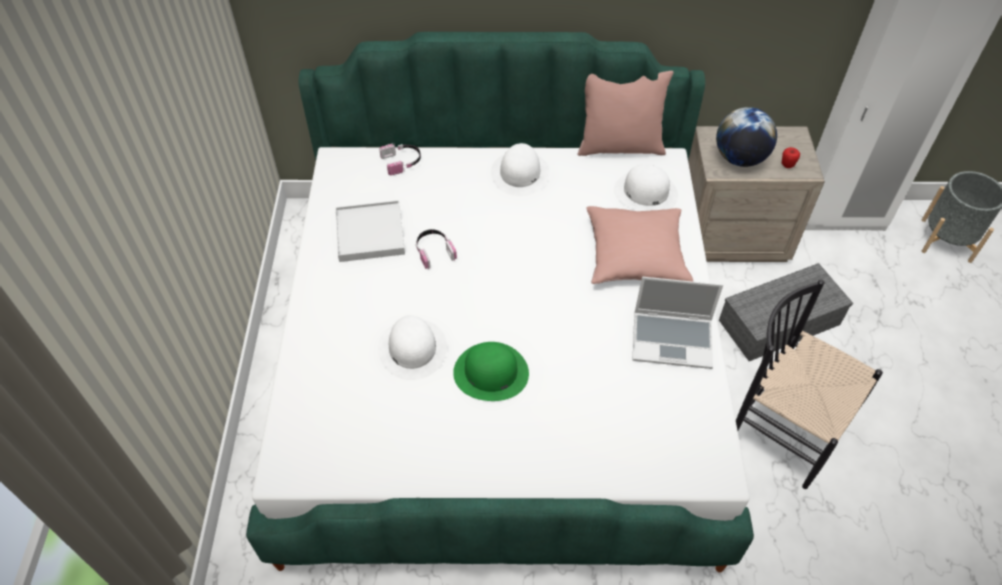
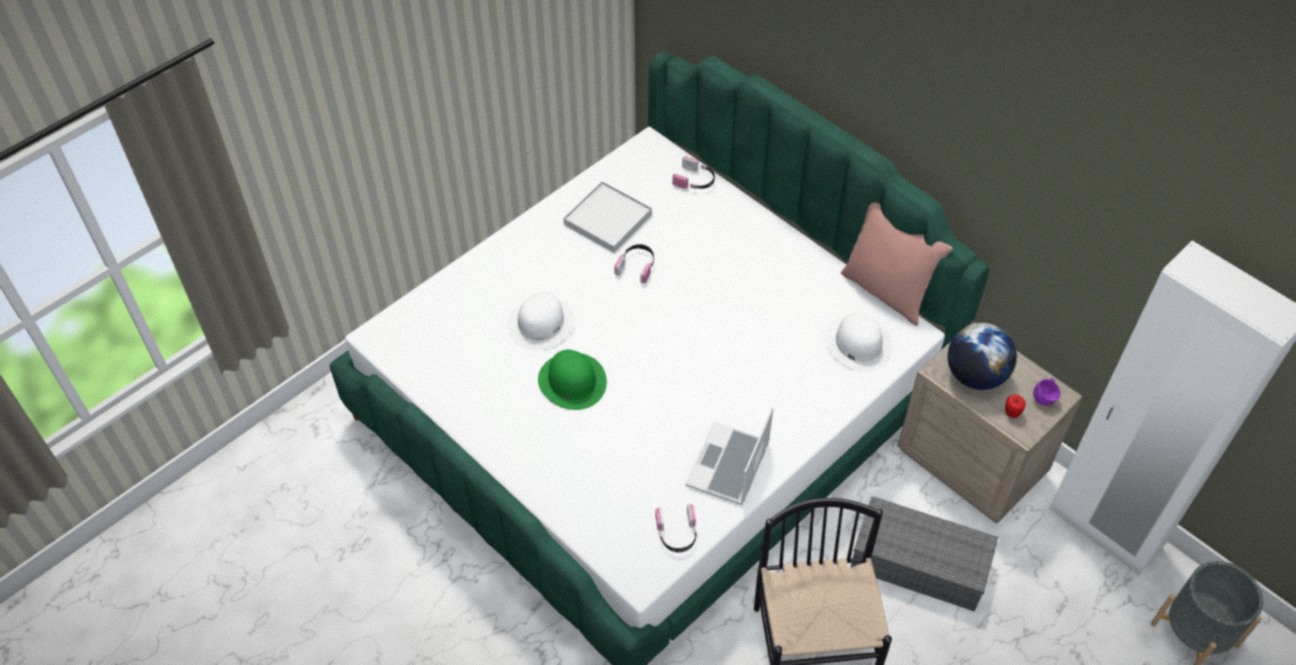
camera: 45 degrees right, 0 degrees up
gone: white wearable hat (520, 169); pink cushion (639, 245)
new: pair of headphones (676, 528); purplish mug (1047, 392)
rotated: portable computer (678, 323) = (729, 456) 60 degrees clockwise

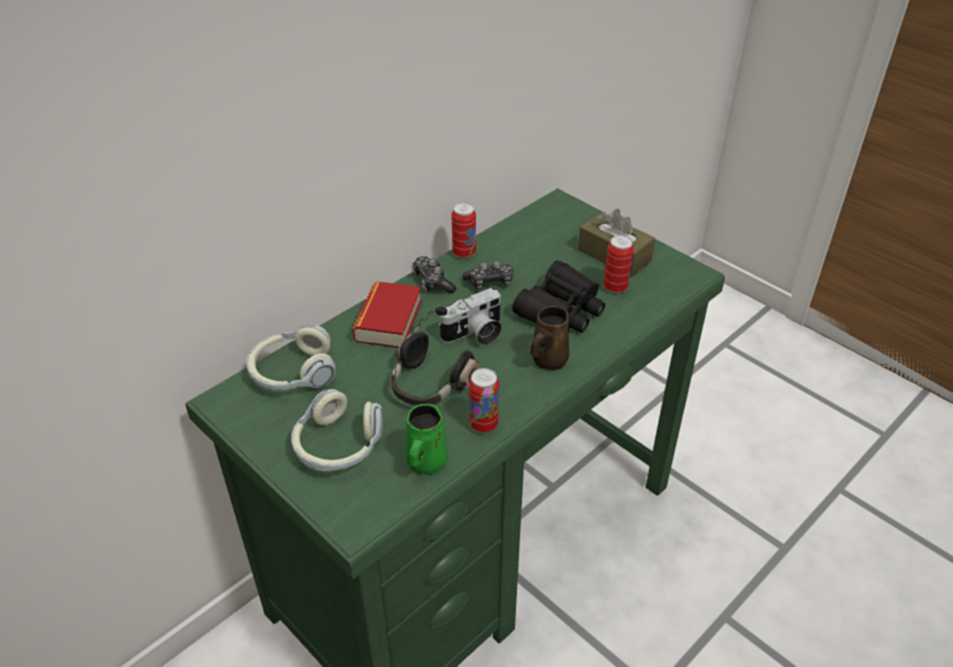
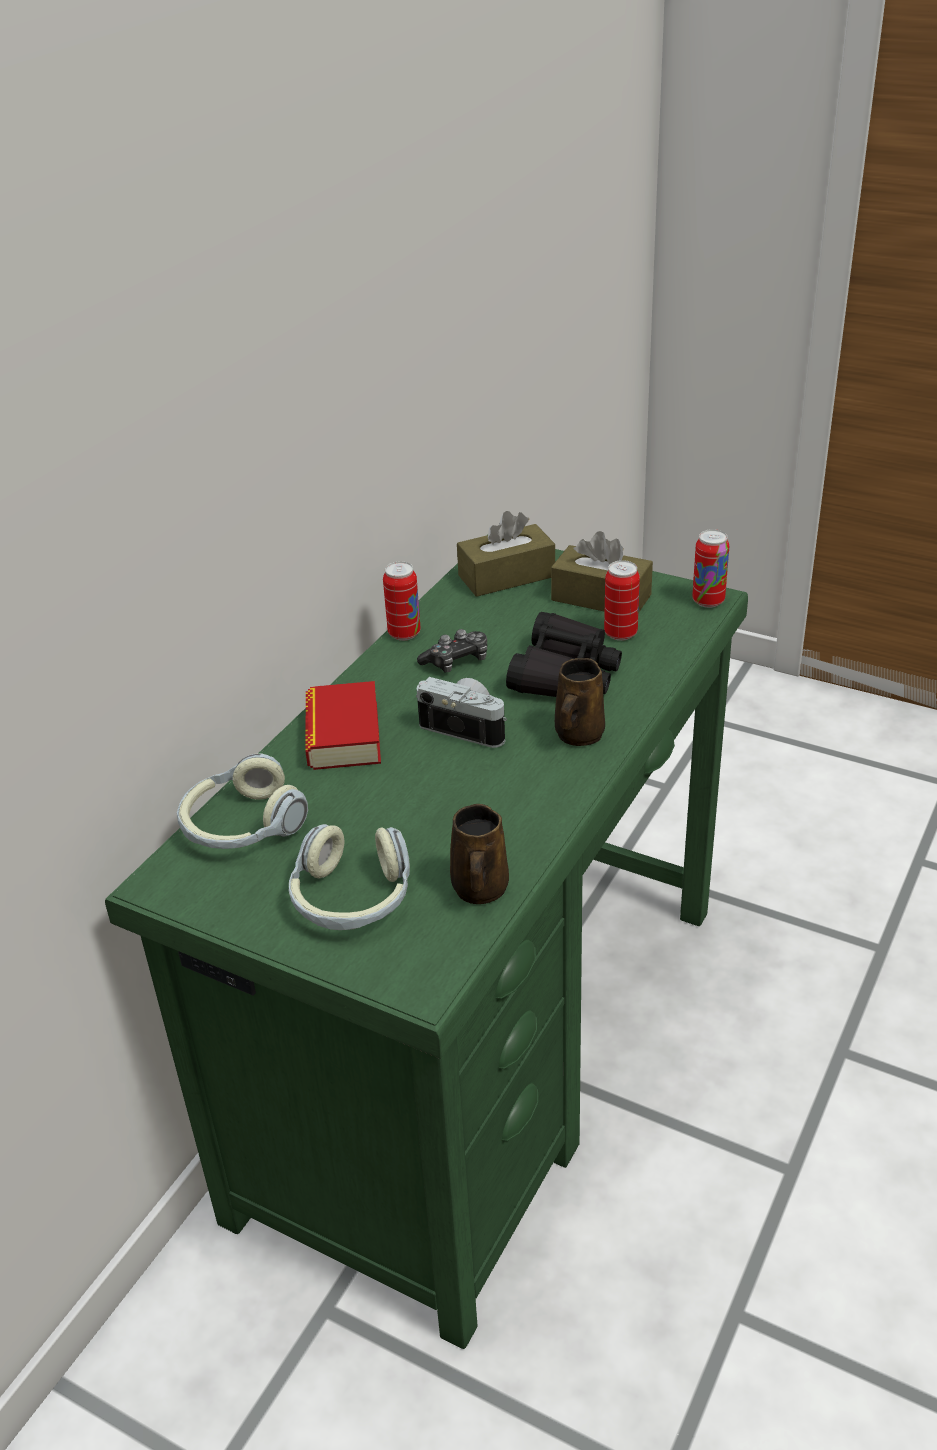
camera: 15 degrees left, 5 degrees down
gone: black pair of headphones (435, 356); game controller (433, 275)
new: brown-coloured tissue box (506, 554)
shifted: metal can (484, 400) to (710, 568)
repainted: green-coloured mug (426, 439) to brown-coloured mug (479, 854)
rotated: photo camera (470, 316) = (461, 712) 105 degrees counterclockwise

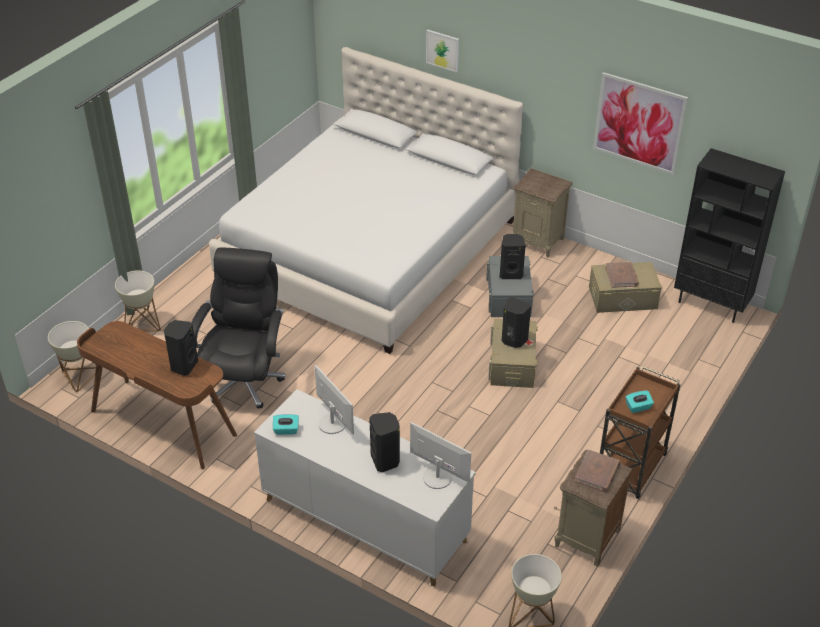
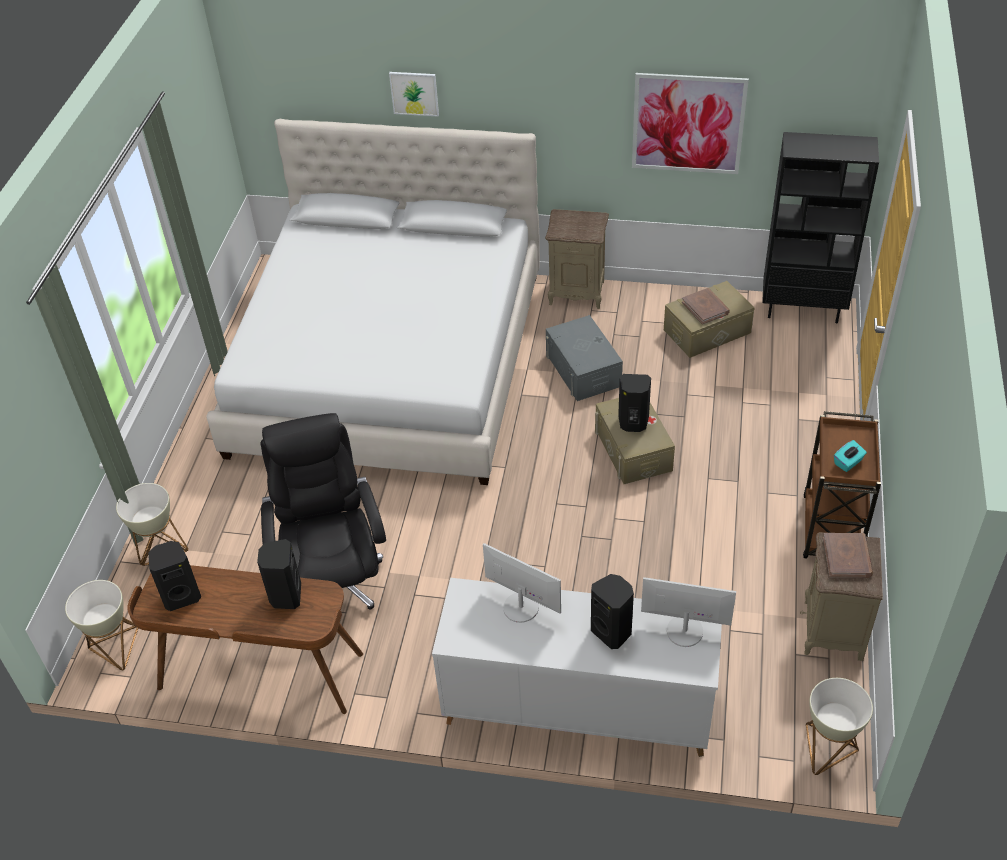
camera: 20 degrees left, 5 degrees up
gone: blue-green tissue box (286, 424)
shifted: black audio speaker (513, 256) to (174, 576)

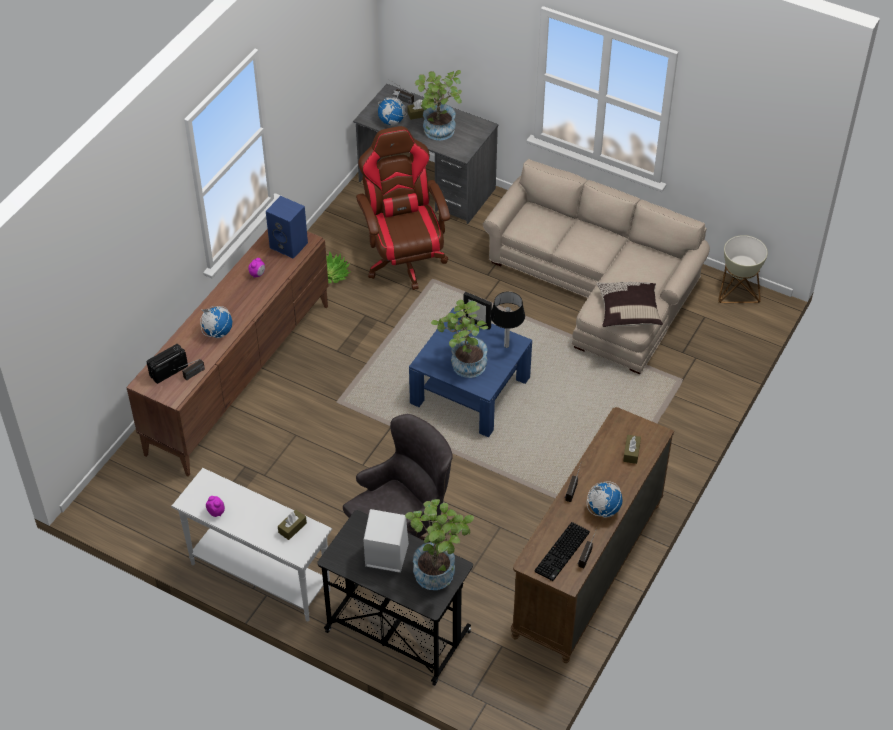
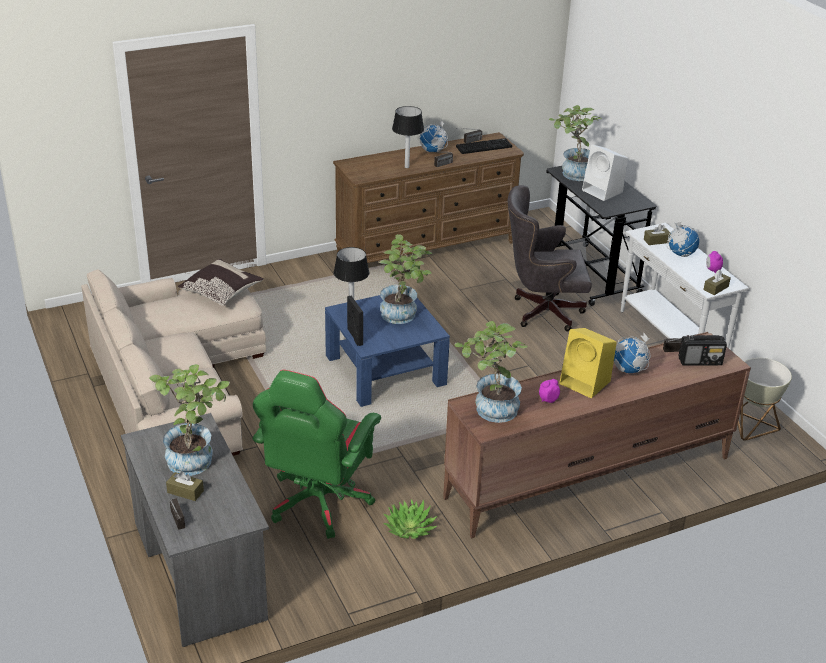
camera: 145 degrees left, 15 degrees down
new: table lamp (408, 137); yellow-coloured audio speaker (588, 363)
shifted: desk globe (392, 108) to (683, 239); brown-coloured tissue box (632, 449) to (717, 282); plant pot (743, 269) to (765, 399)
swapped: blue-coloured audio speaker (287, 227) to houseplant (491, 372)
repainted: brown-coloured computer chair (403, 208) to green-coloured computer chair (317, 454)

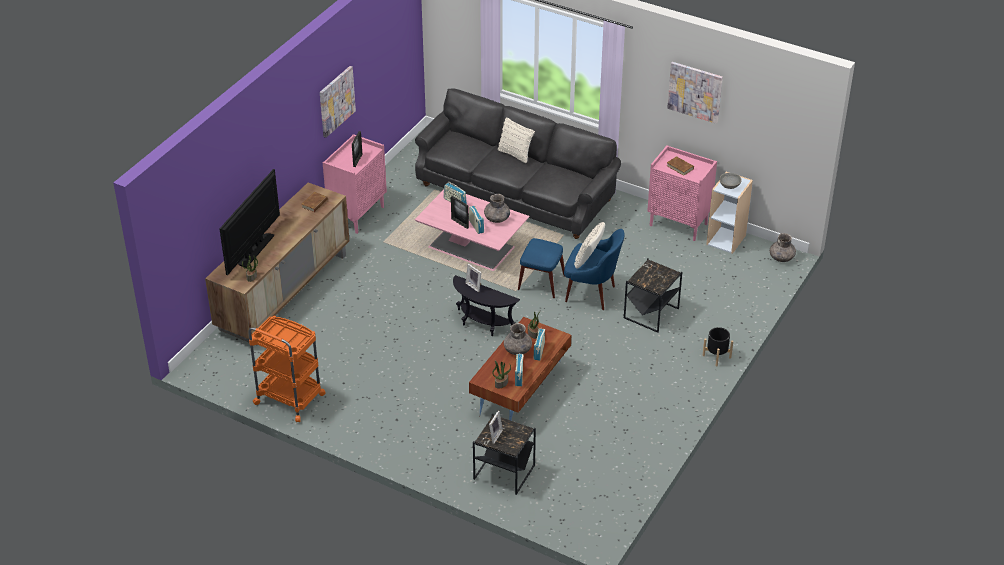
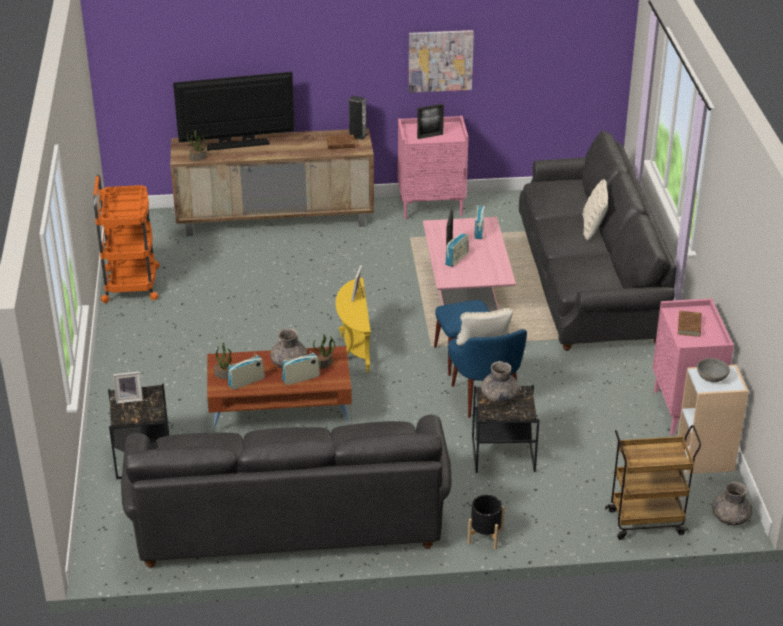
camera: 55 degrees right, 5 degrees down
gone: wall picture (695, 93)
new: black couch (286, 491); audio speaker (358, 118); brown-coloured cart (653, 482)
shifted: grey vase (497, 208) to (500, 382)
repainted: black side table (486, 305) to yellow-coloured side table (353, 325)

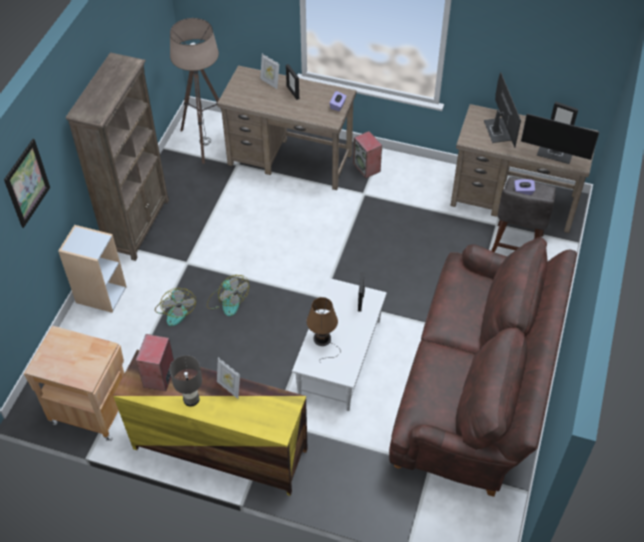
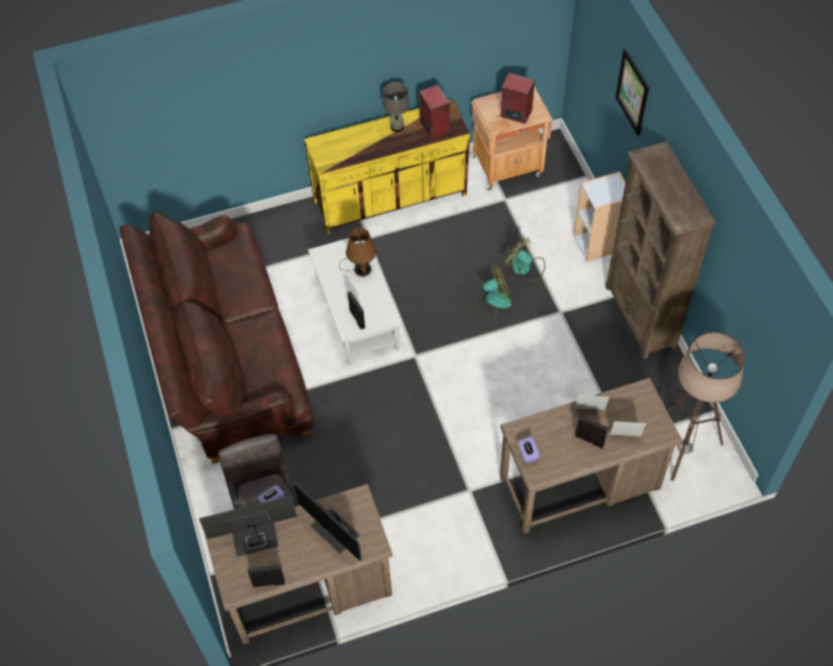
camera: 145 degrees right, 5 degrees up
shifted: audio speaker (367, 154) to (517, 98); picture frame (228, 378) to (592, 402)
rotated: fan (228, 295) = (492, 292) 150 degrees clockwise

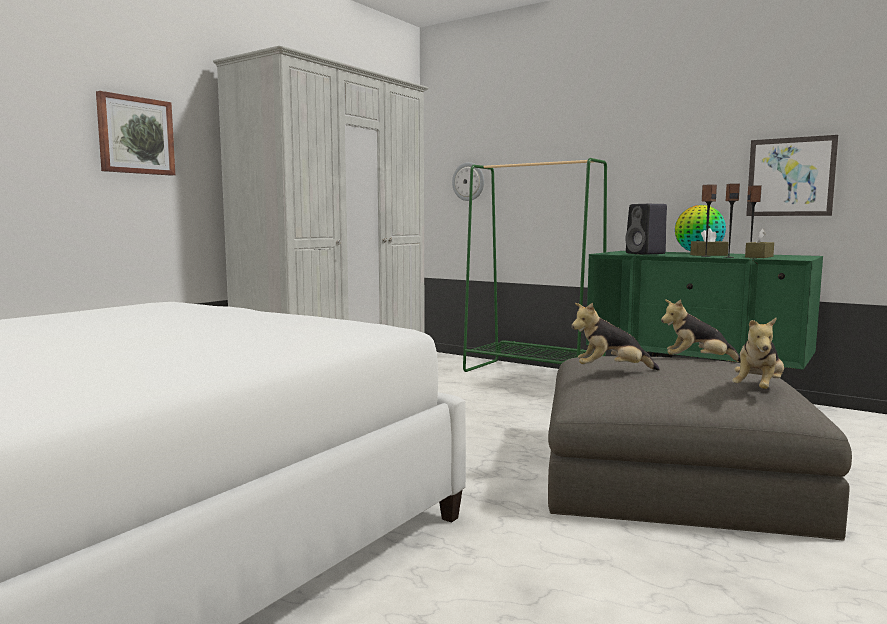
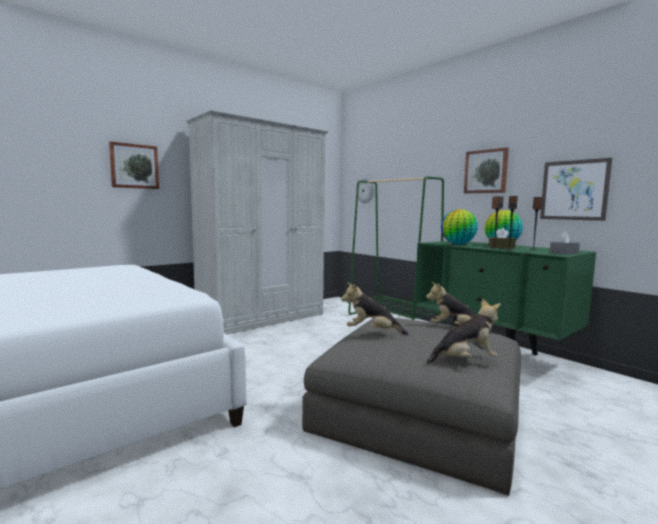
camera: 15 degrees right, 0 degrees up
gone: brown-coloured tissue box (759, 243)
new: wall picture (486, 170); grey tissue box (565, 243)
swapped: black audio speaker (646, 229) to desk globe (459, 226)
rotated: plush toy (758, 353) = (463, 331) 150 degrees counterclockwise

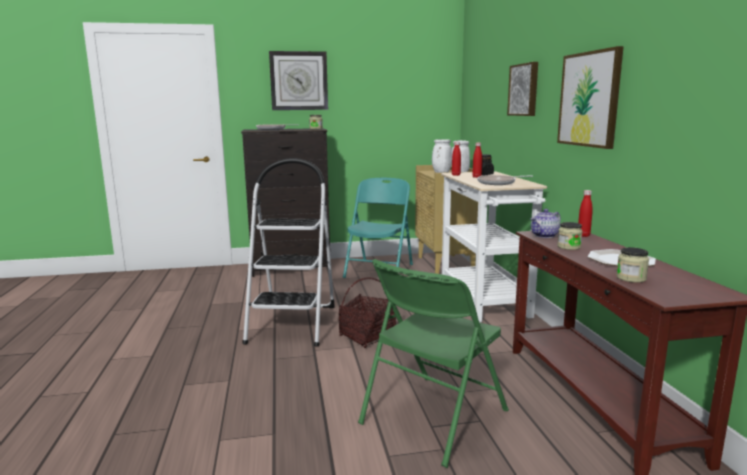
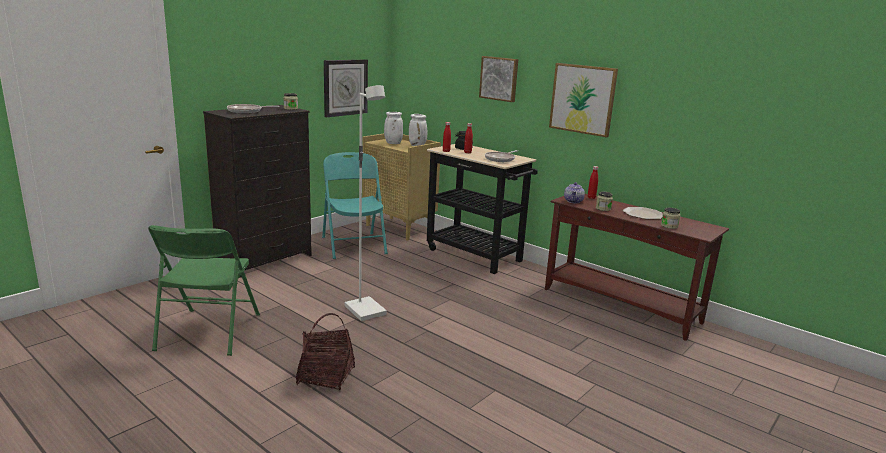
camera: 40 degrees left, 5 degrees up
shifted: green-coloured upright chair (433, 363) to (204, 290); storage basket (367, 312) to (325, 351); hanging clock (298, 80) to (346, 88)
swapped: step stool (288, 252) to white standing lamp (365, 203)
repainted: white cart (494, 246) to black cart (482, 209)

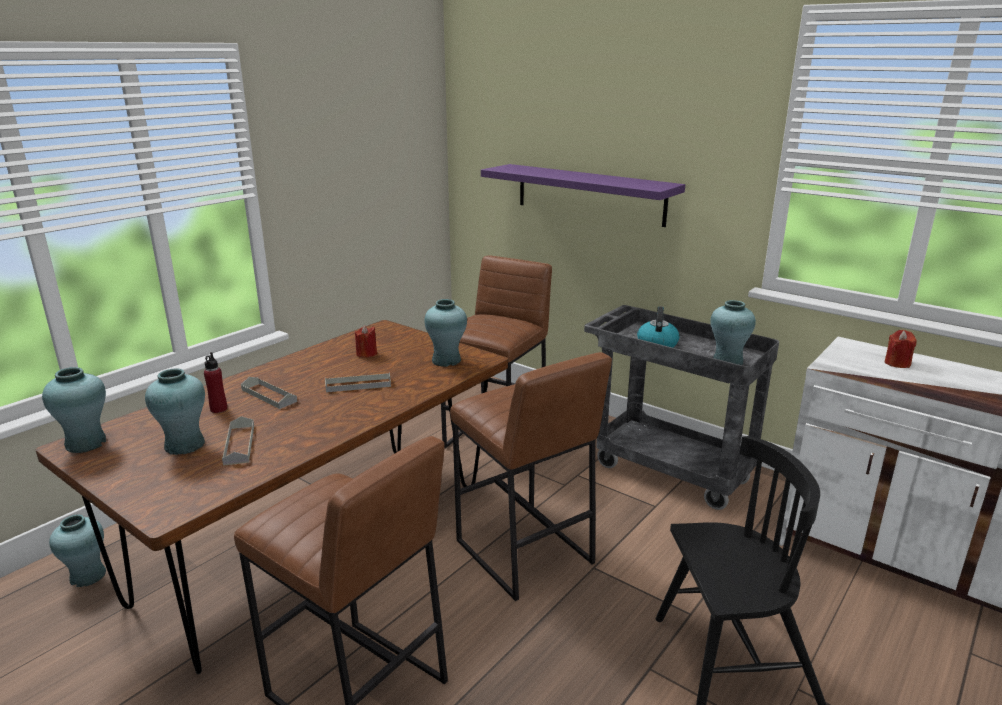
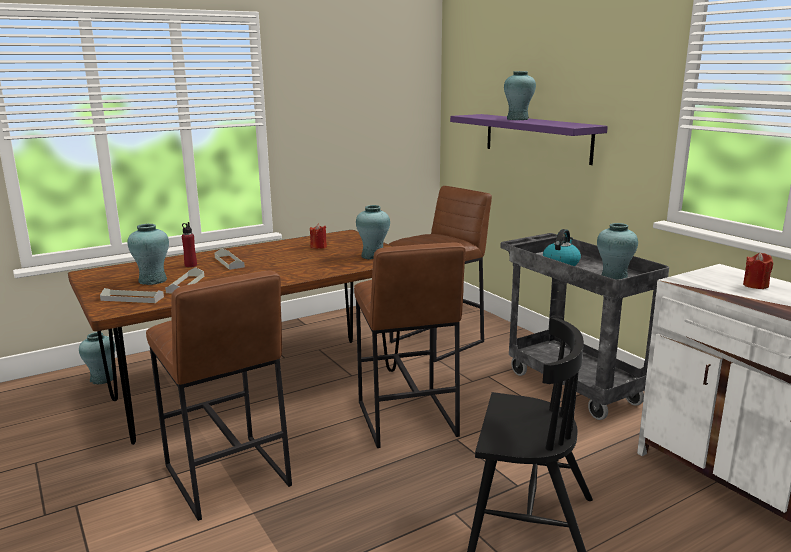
camera: 20 degrees right, 5 degrees down
shifted: grey serving tray (358, 382) to (132, 295); blue-green vase (74, 410) to (520, 95)

